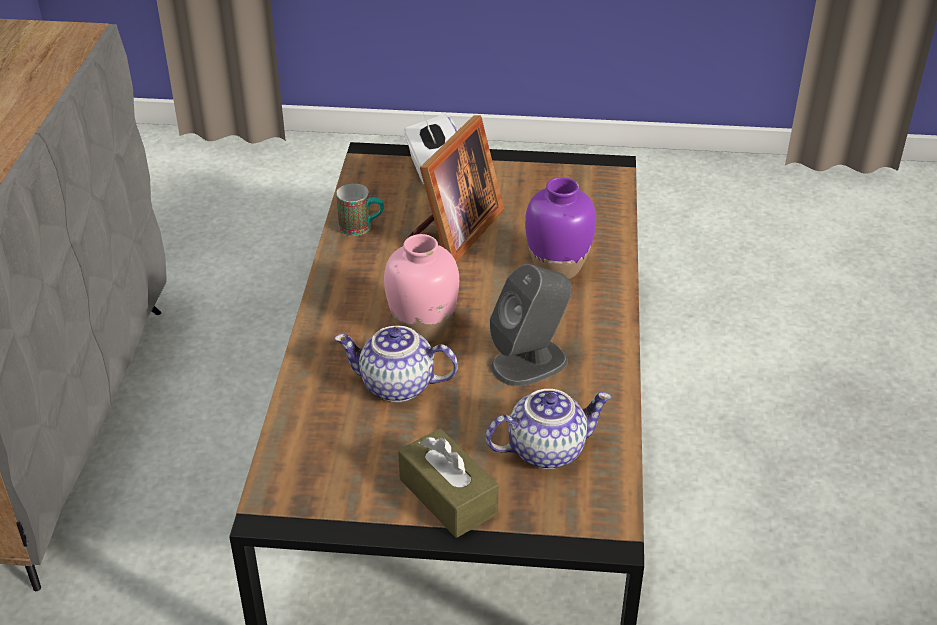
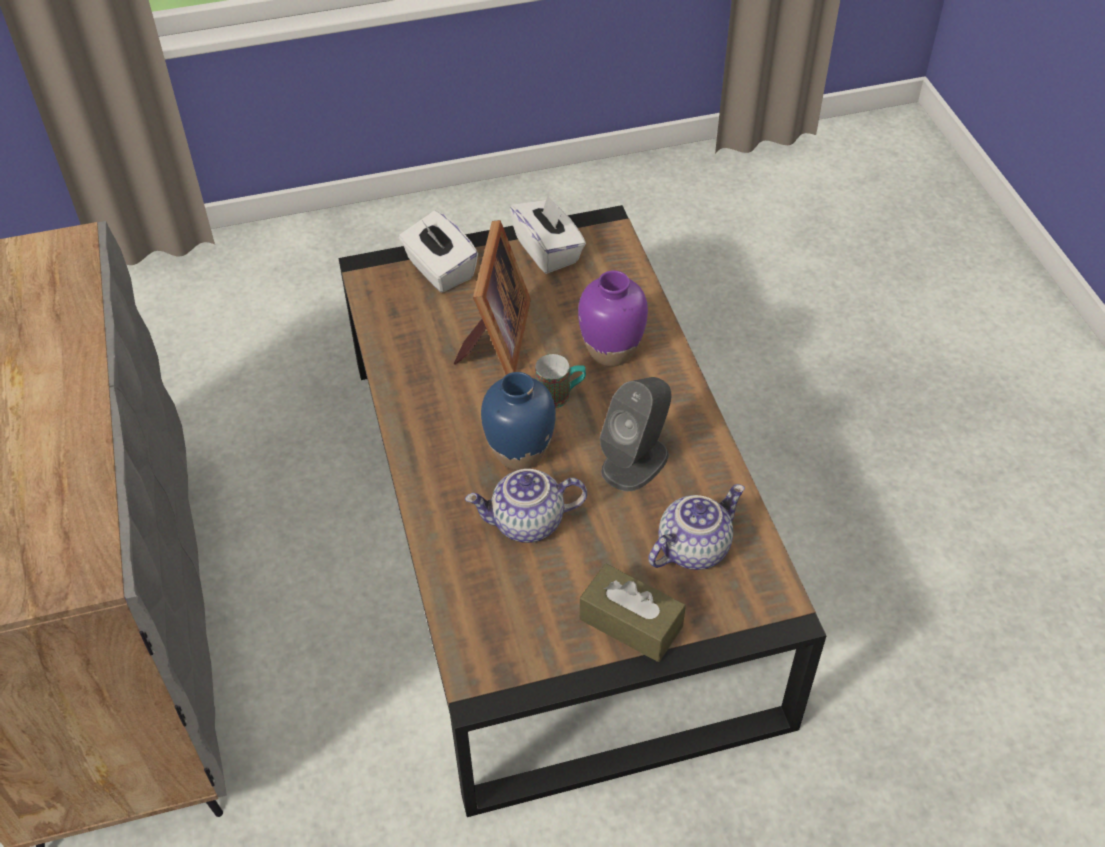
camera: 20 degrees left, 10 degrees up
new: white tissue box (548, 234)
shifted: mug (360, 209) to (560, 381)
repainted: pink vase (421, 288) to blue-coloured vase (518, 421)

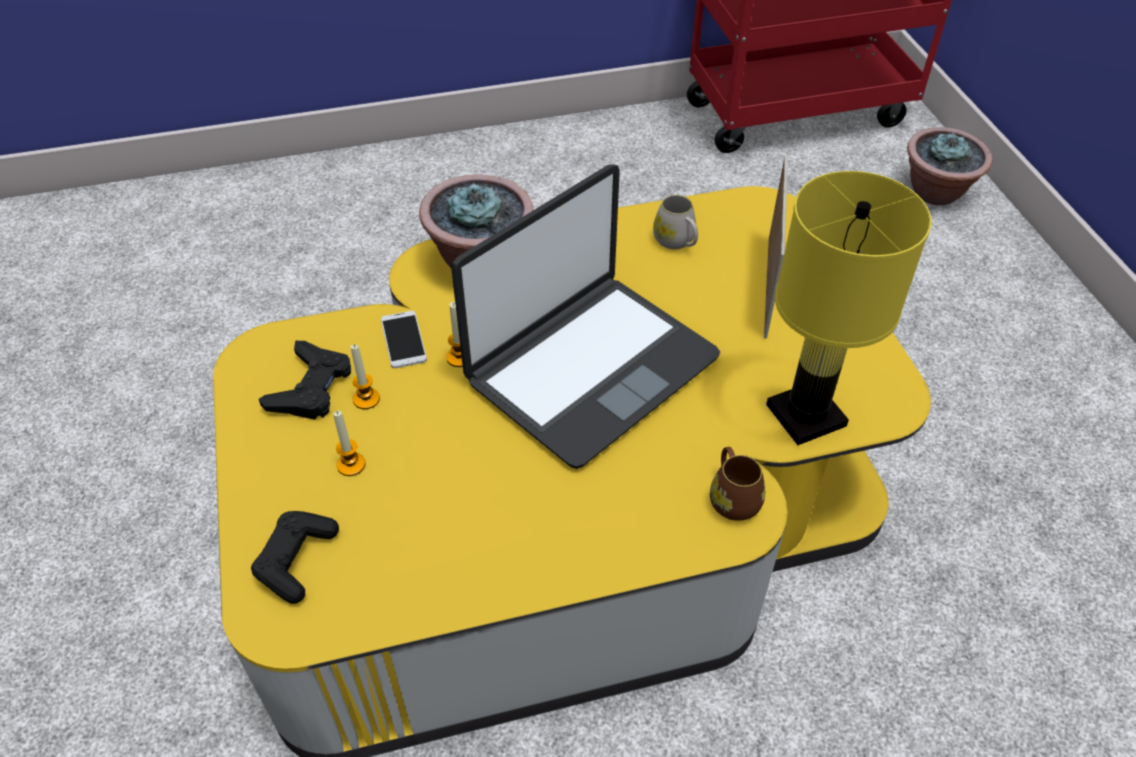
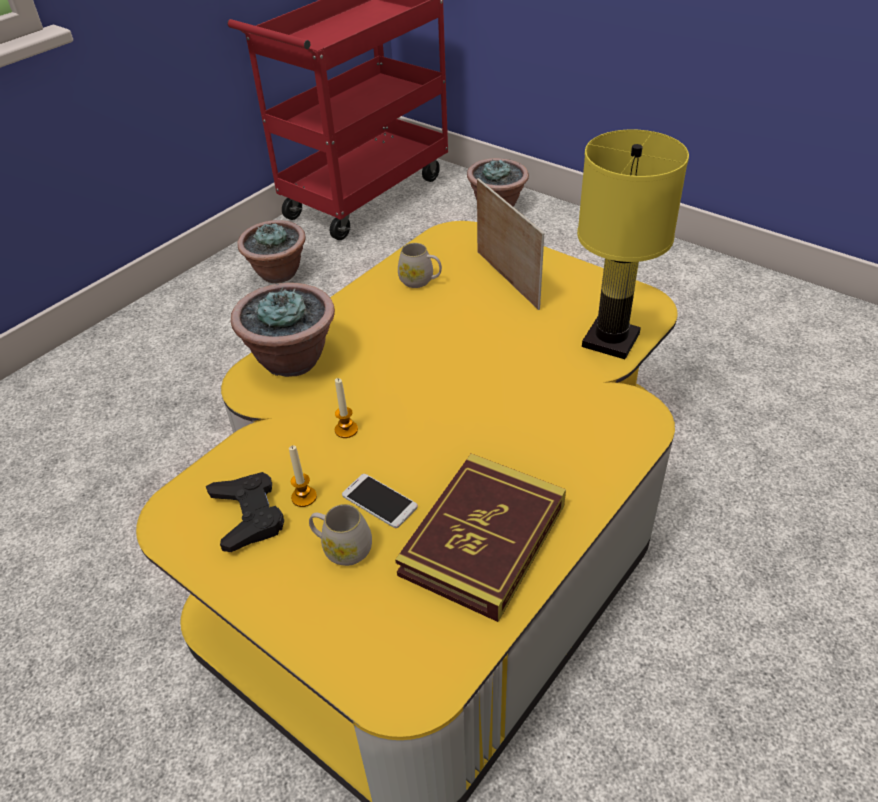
camera: 35 degrees left, 5 degrees down
gone: black game controller (295, 557); portable computer (585, 316); brown-coloured mug (737, 484)
new: houseplant (271, 251); bound book (480, 538)
shifted: telephone (404, 339) to (380, 501)
swapped: wax light (349, 443) to white mug (340, 535)

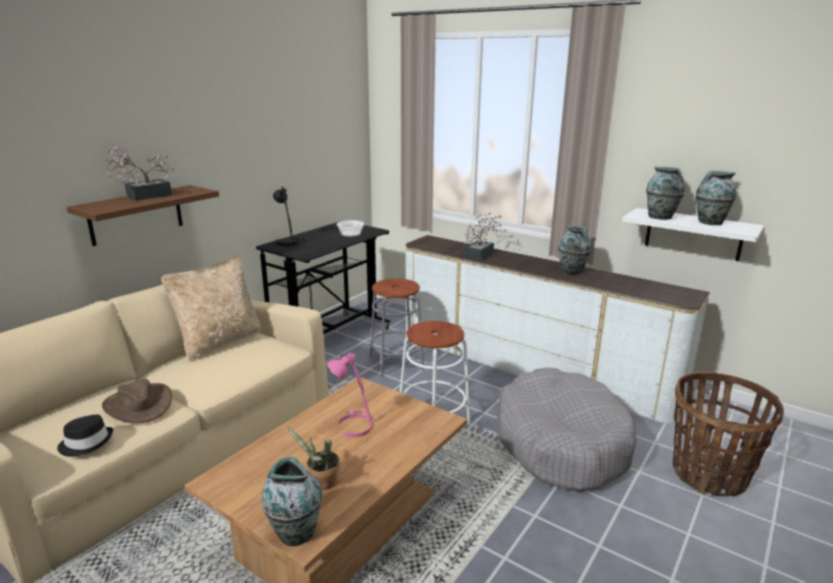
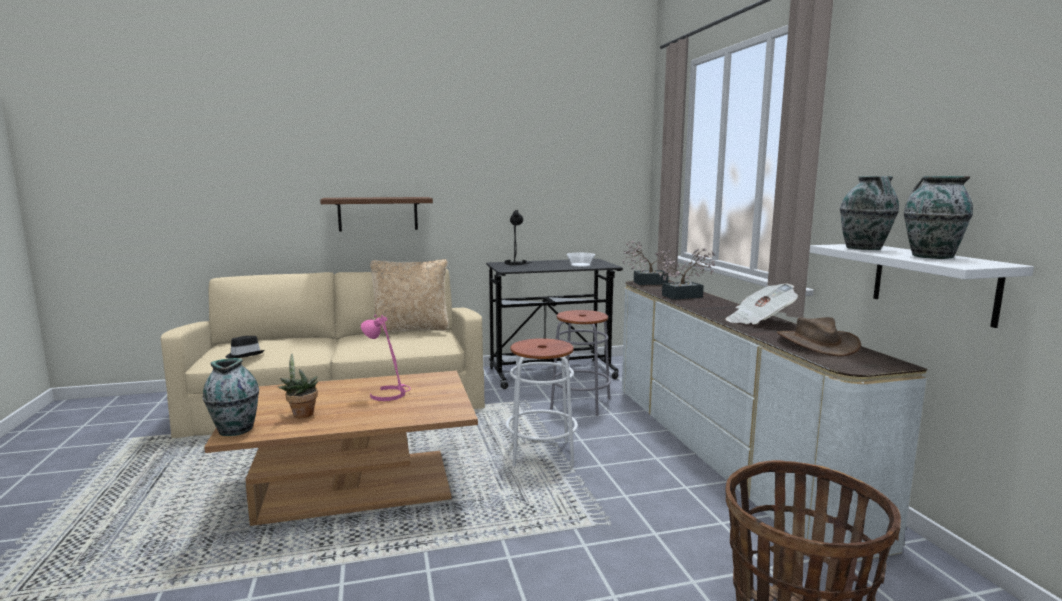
camera: 40 degrees right, 10 degrees down
gone: grey dog bed (567, 430)
shifted: houseplant (140, 173) to (648, 262); brown-coloured wearable hat (137, 401) to (818, 337)
swapped: vase (575, 249) to printed paper (762, 304)

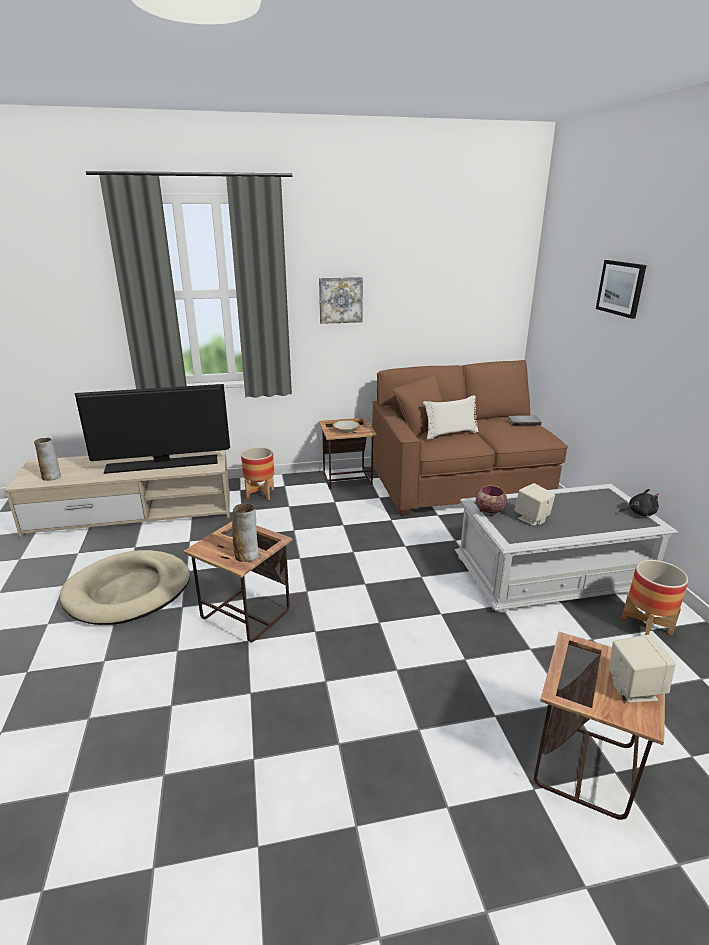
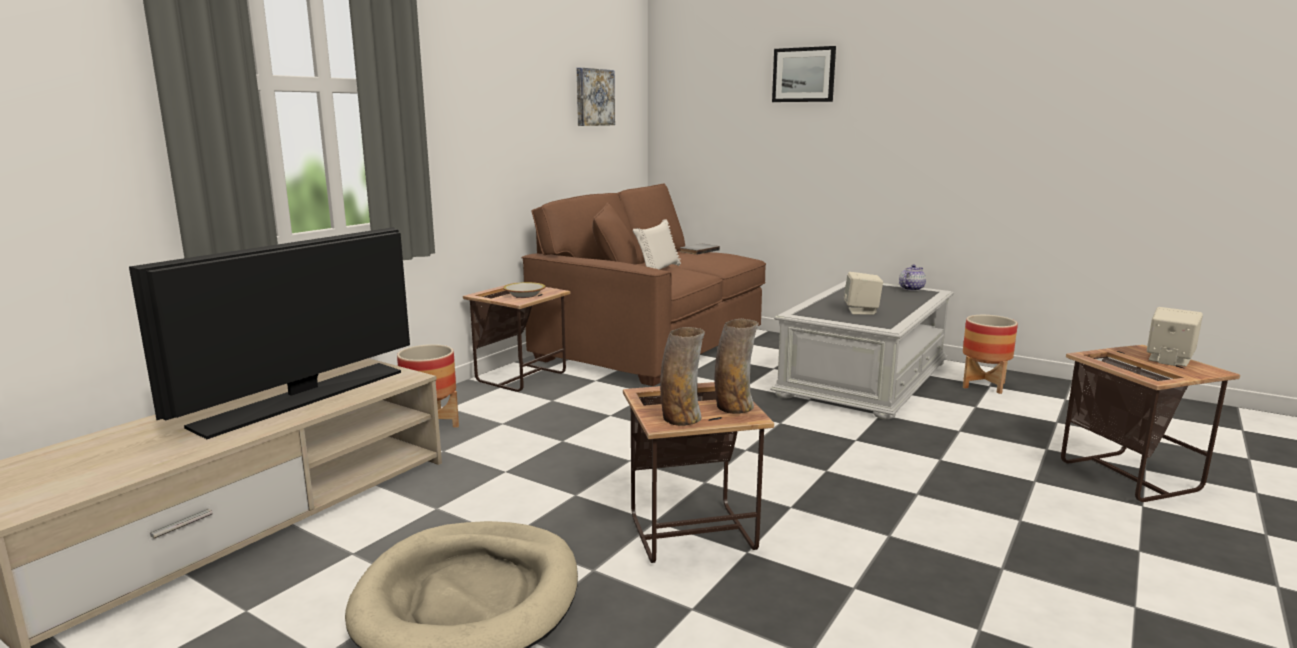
camera: 45 degrees left, 10 degrees down
gone: deep dish (491, 501)
shifted: wall picture (341, 300) to (596, 97); vase (47, 459) to (682, 376)
swapped: black plush toy (639, 503) to tea pot (912, 277)

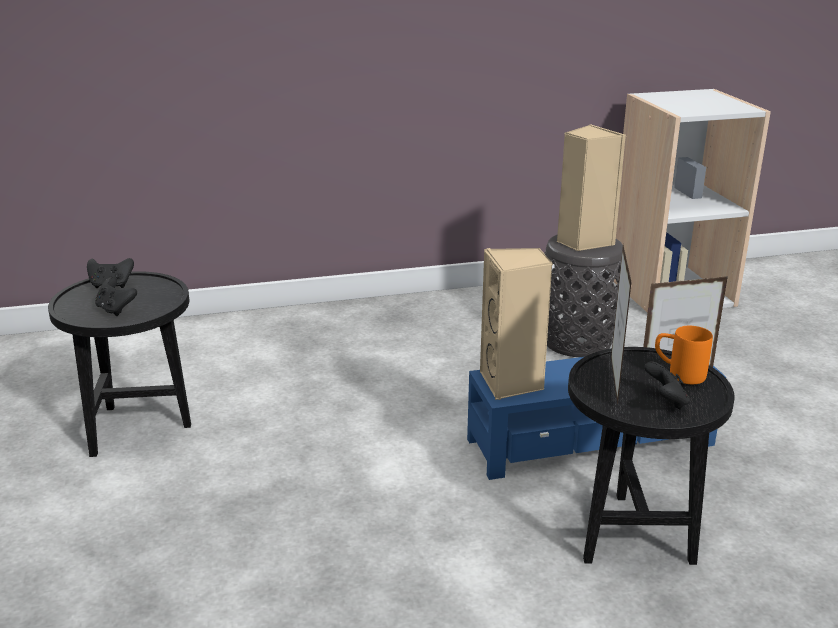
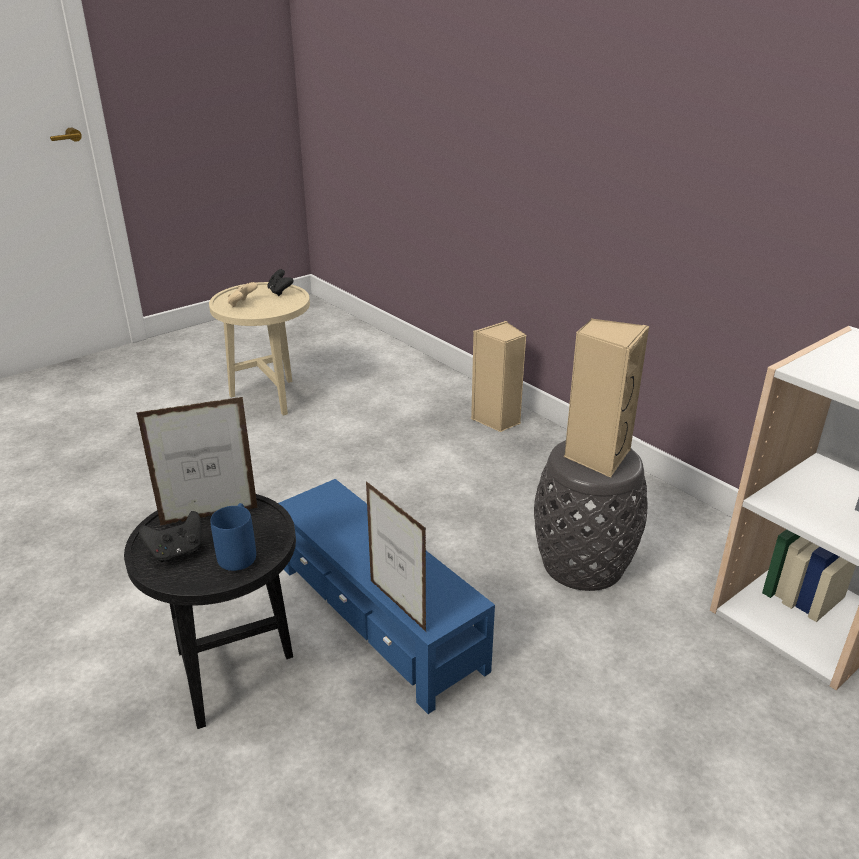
camera: 65 degrees right, 5 degrees up
shifted: sand-coloured audio speaker (516, 324) to (498, 376)
repainted: black side table (119, 364) to sand-coloured side table (259, 349); orangey mug (684, 355) to blue-coloured mug (233, 537); black game controller (116, 296) to sand-coloured game controller (243, 294)

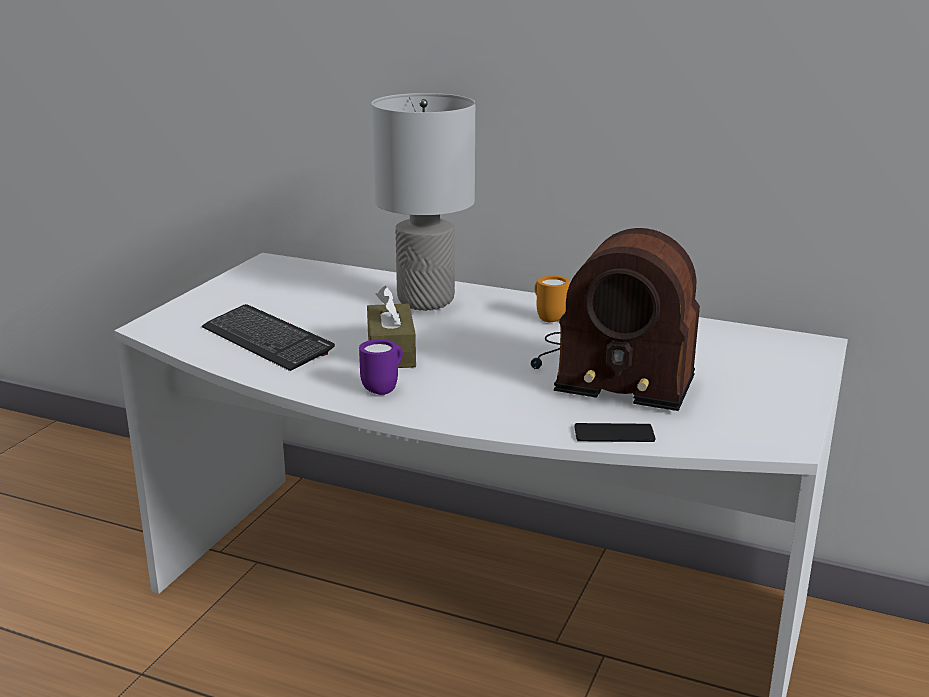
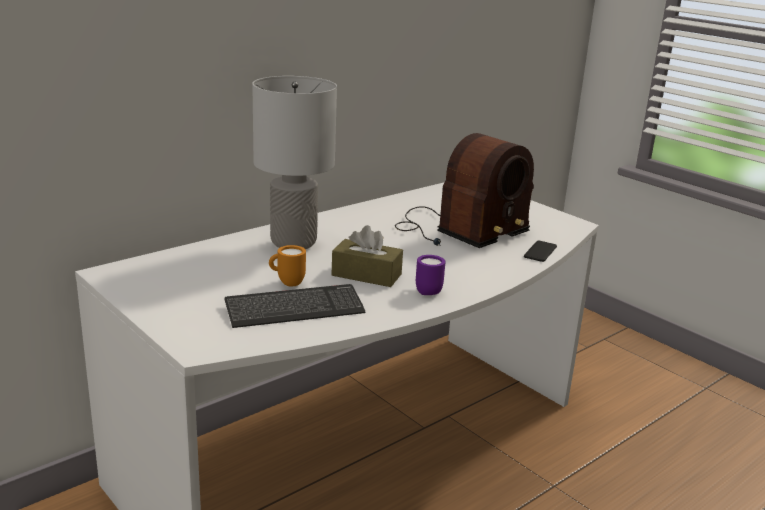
camera: 65 degrees left, 0 degrees up
shifted: orangey mug (552, 298) to (287, 265)

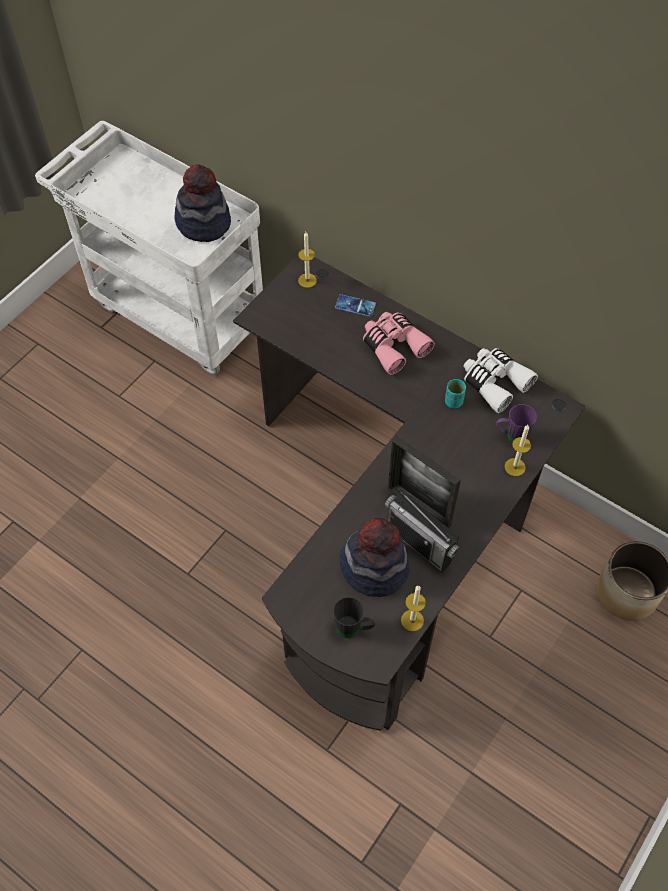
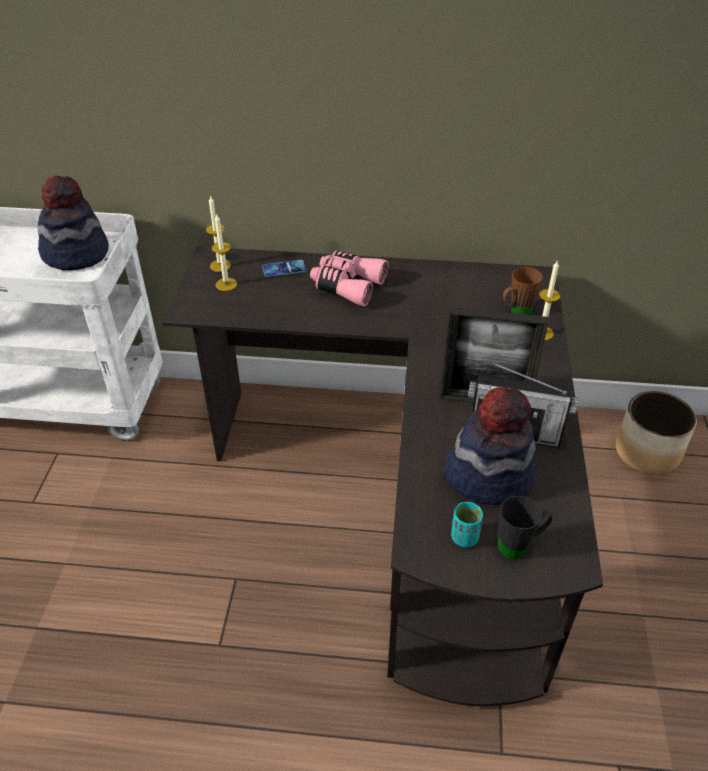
camera: 30 degrees left, 15 degrees down
gone: white pair of binoculars (500, 380)
shifted: wax light (413, 608) to (224, 252); blue-green drinking cup (455, 393) to (467, 524)
repainted: purplish mug (516, 423) to brown-coloured mug (523, 291)

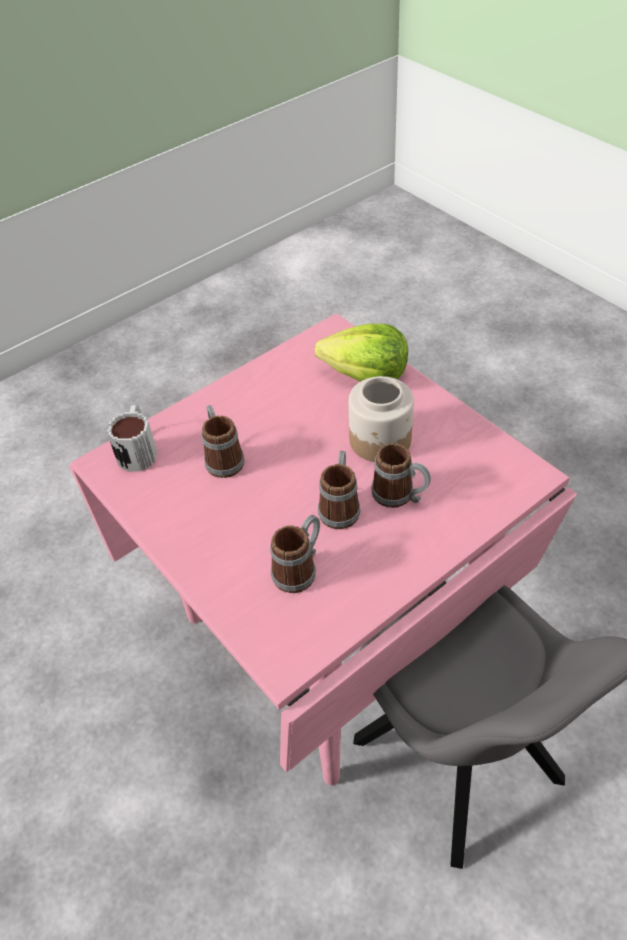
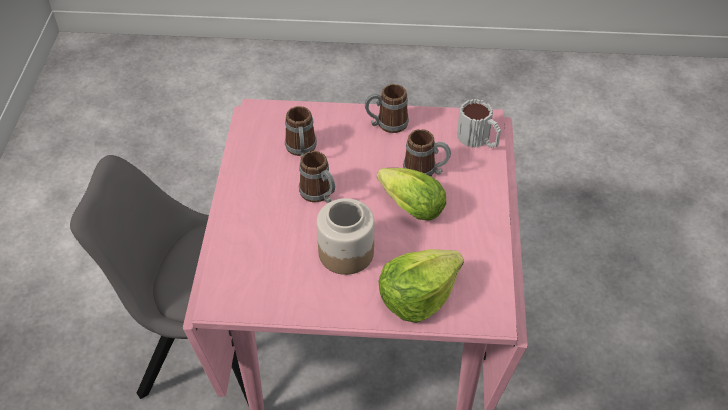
camera: 130 degrees right, 0 degrees up
new: head of lettuce (411, 194)
shifted: mug (401, 475) to (387, 108)

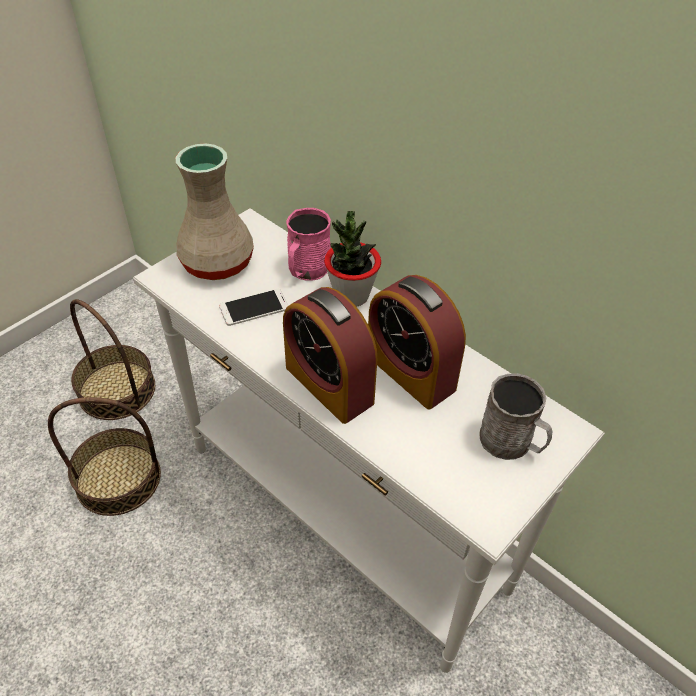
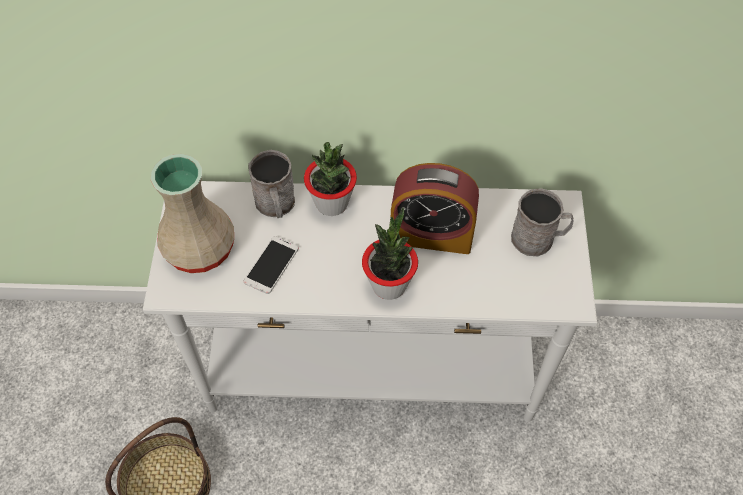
camera: 40 degrees left, 10 degrees up
gone: storage basket (112, 359)
swapped: bedside clock (330, 355) to houseplant (390, 253)
repainted: pink mug (308, 244) to grey mug (272, 184)

